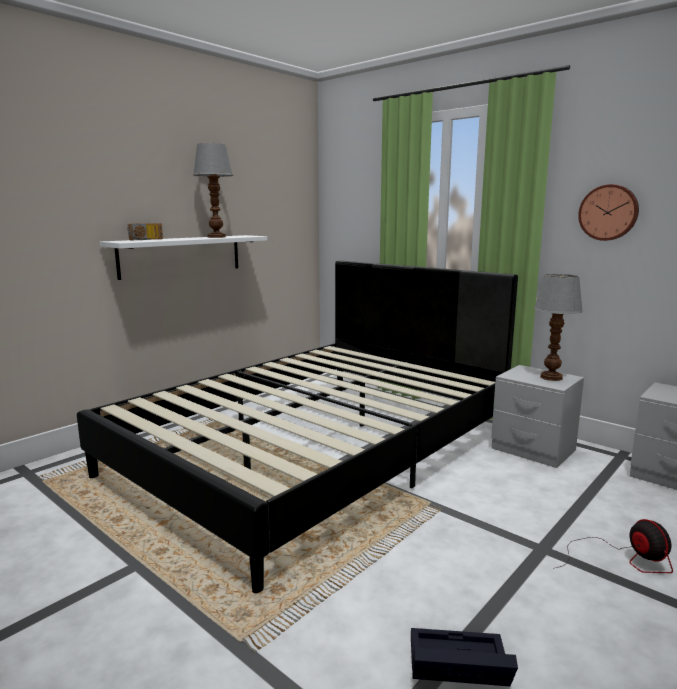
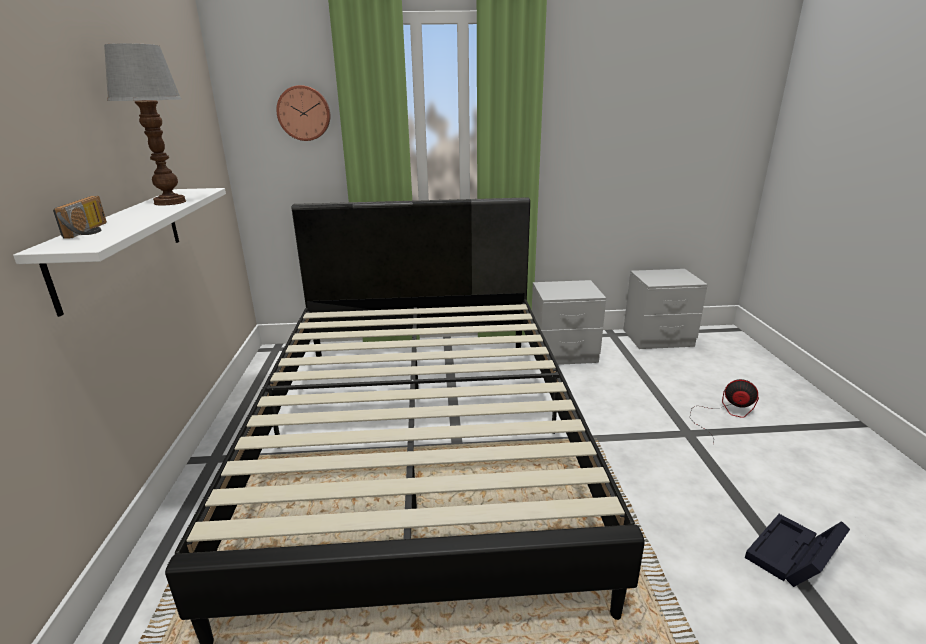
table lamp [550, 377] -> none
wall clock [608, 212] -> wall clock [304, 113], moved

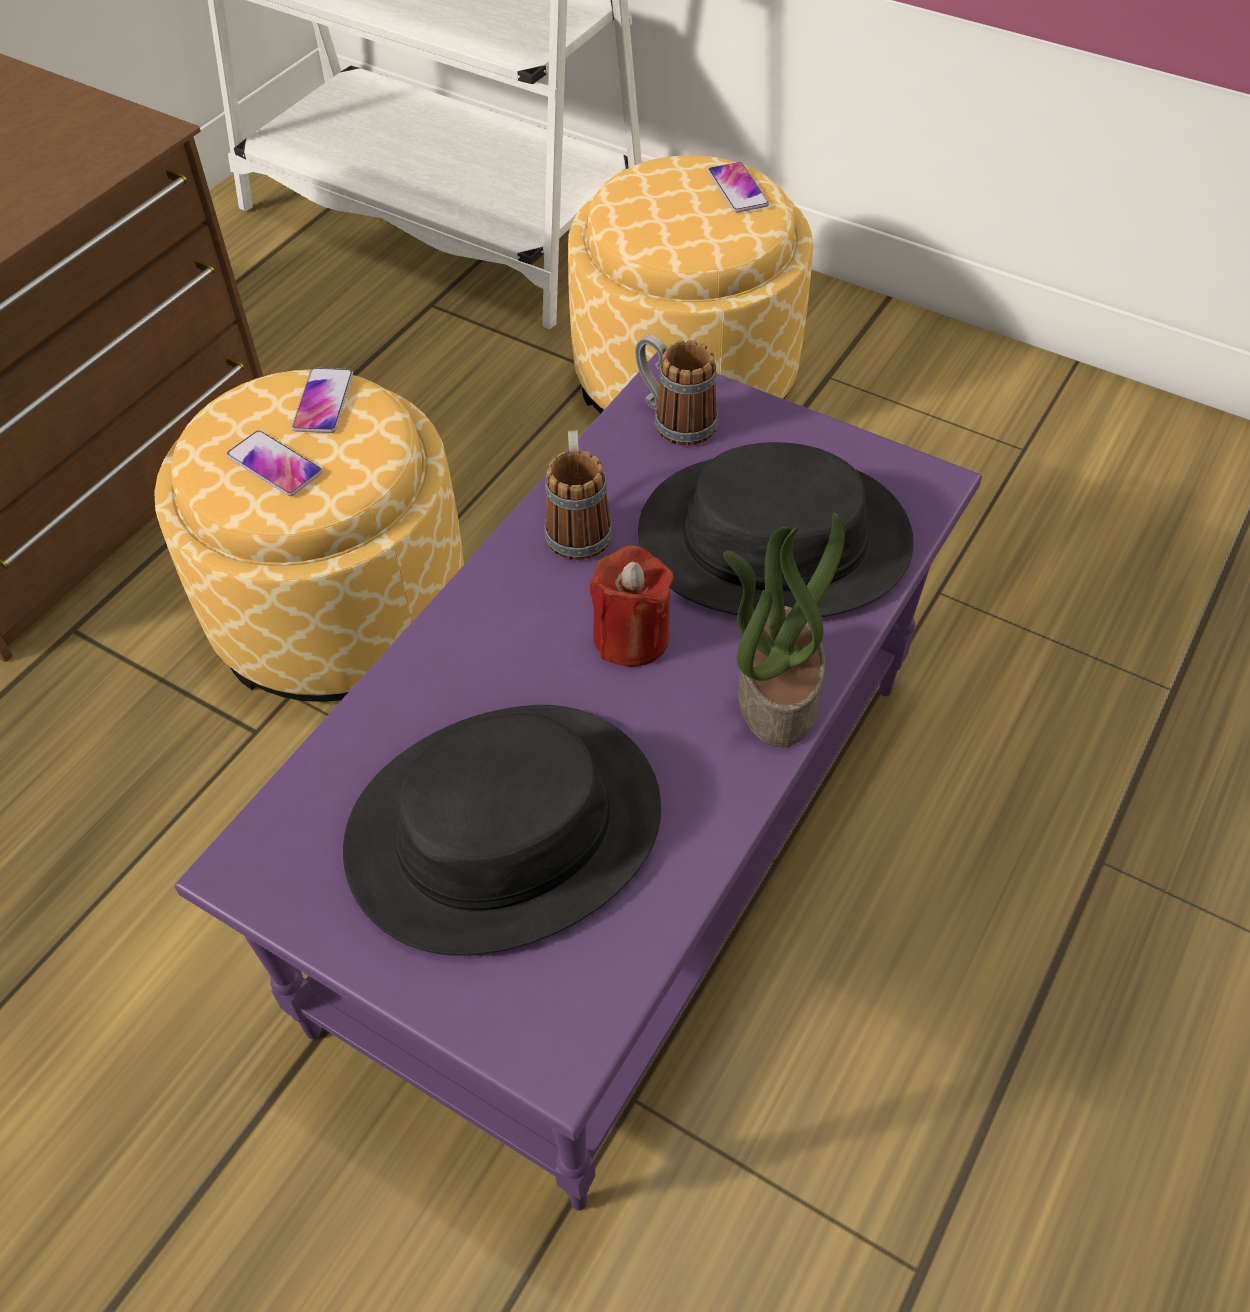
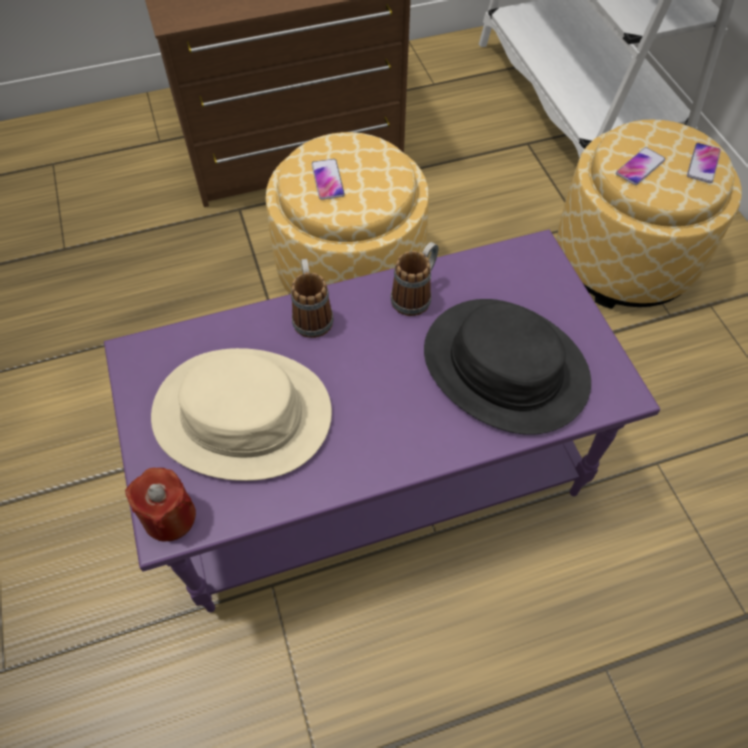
potted plant [775, 693] -> none
phone [323, 402] -> phone [640, 167], moved
red candle [631, 637] -> red candle [169, 517], moved
mug [674, 420] -> mug [311, 314], moved
black hat [504, 827] -> beige hat [242, 414]

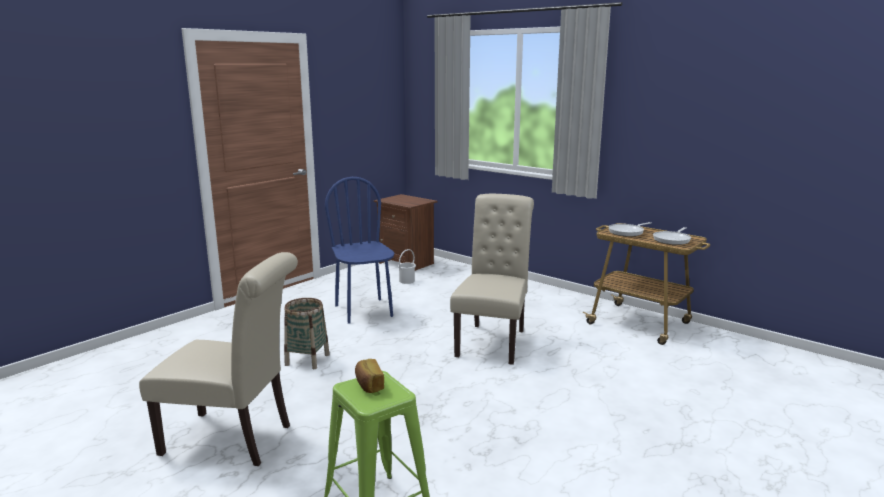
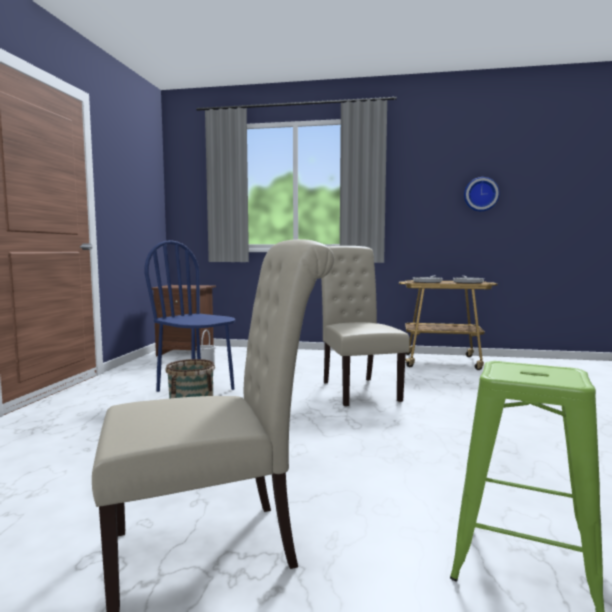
bread [368, 385] -> none
none -> wall clock [481, 194]

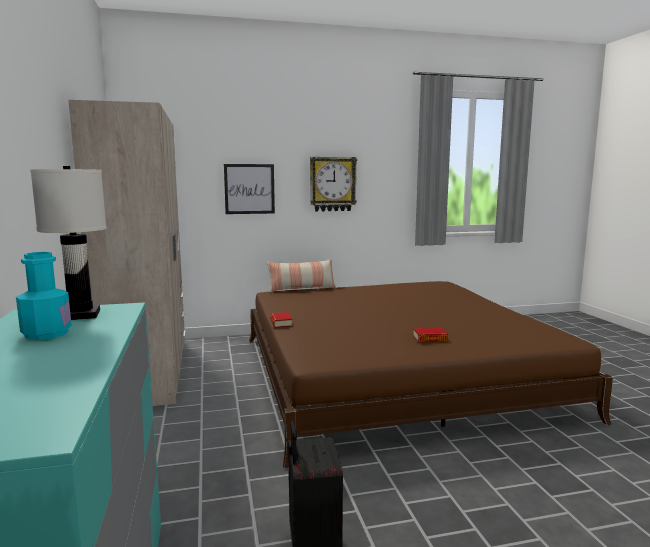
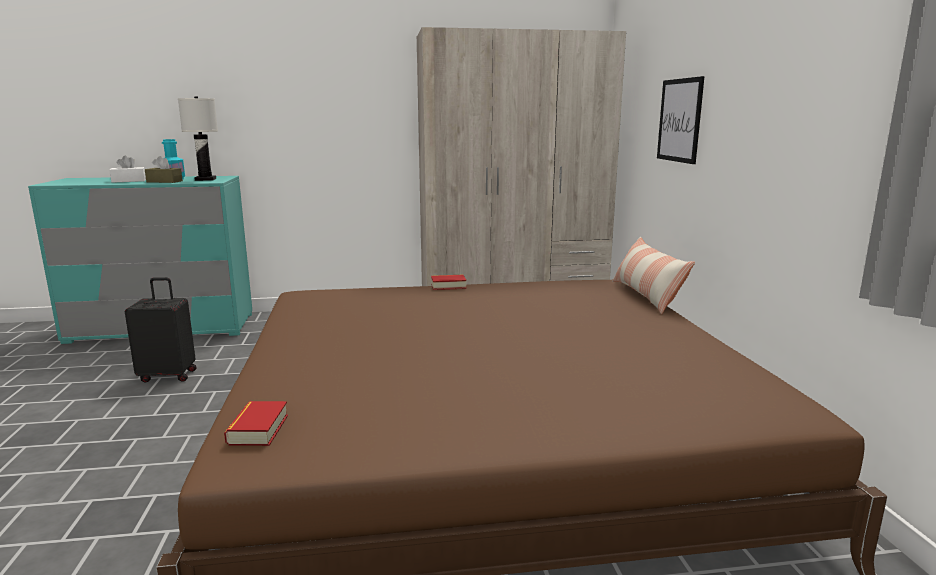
wall clock [332, 184] -> none
none -> white tissue box [129, 181]
none -> brown tissue box [164, 181]
book [430, 338] -> book [258, 429], moved

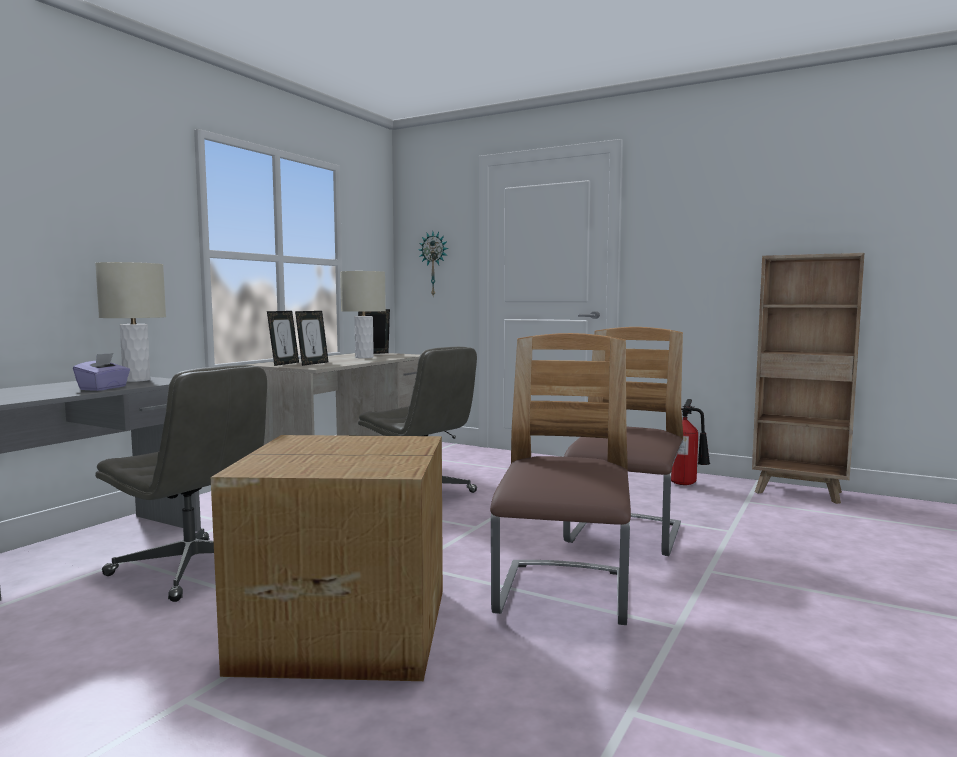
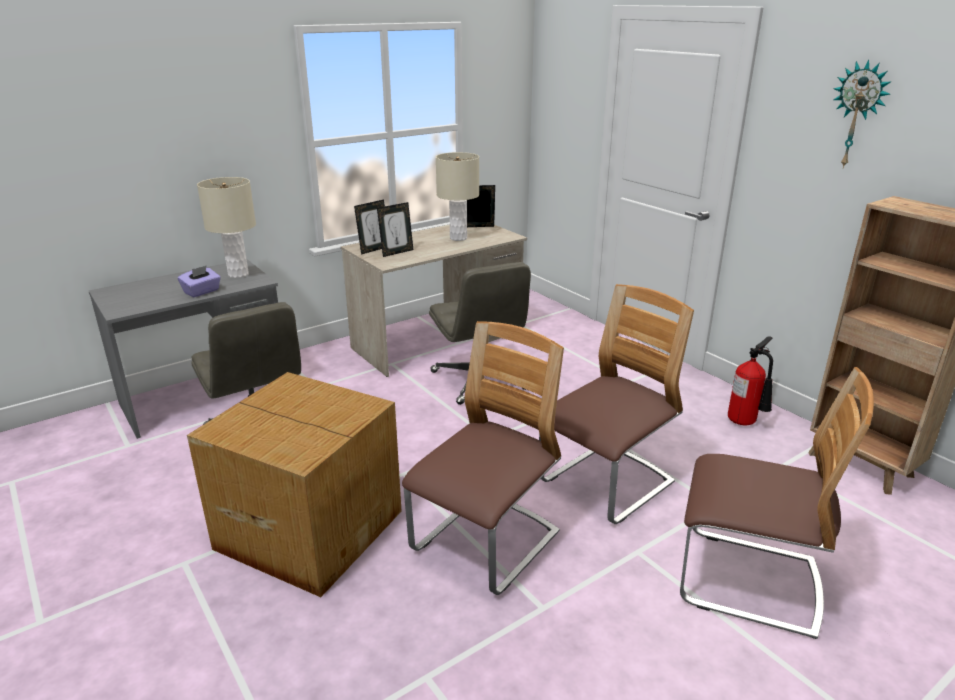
none -> chair [747, 581]
wall clock [434, 264] -> wall clock [857, 115], moved

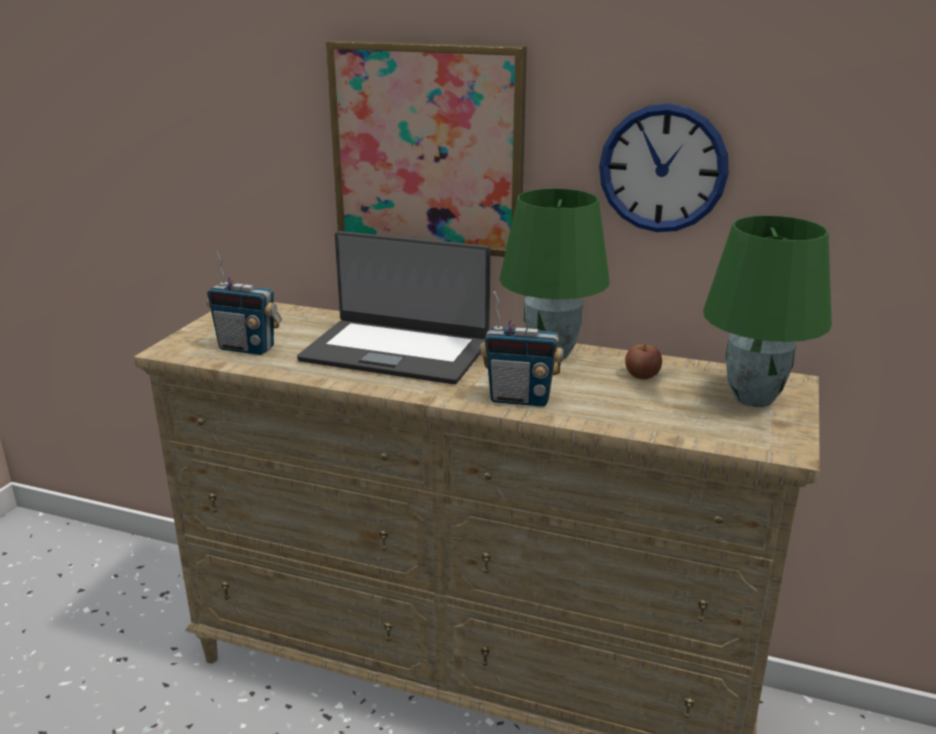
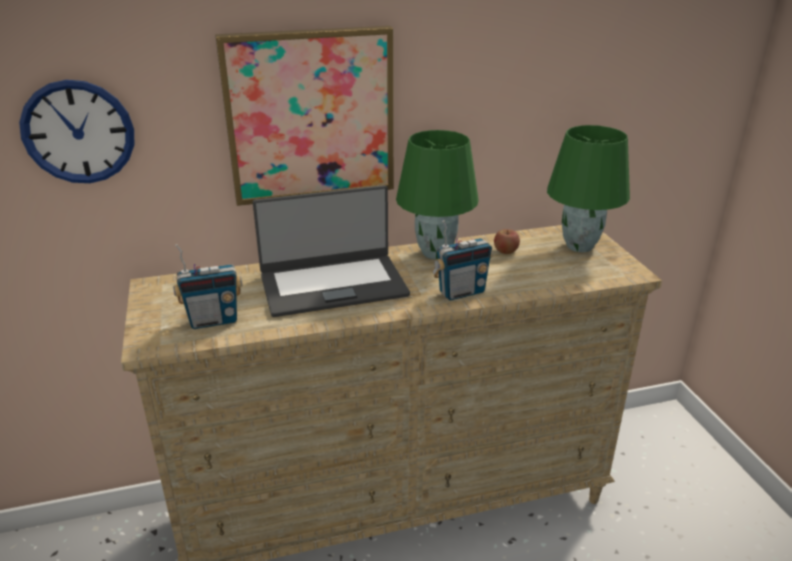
wall clock [663, 169] -> wall clock [78, 132], moved

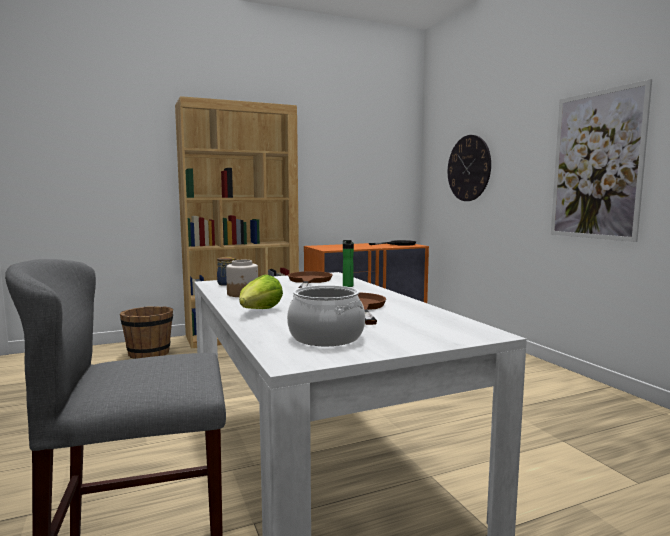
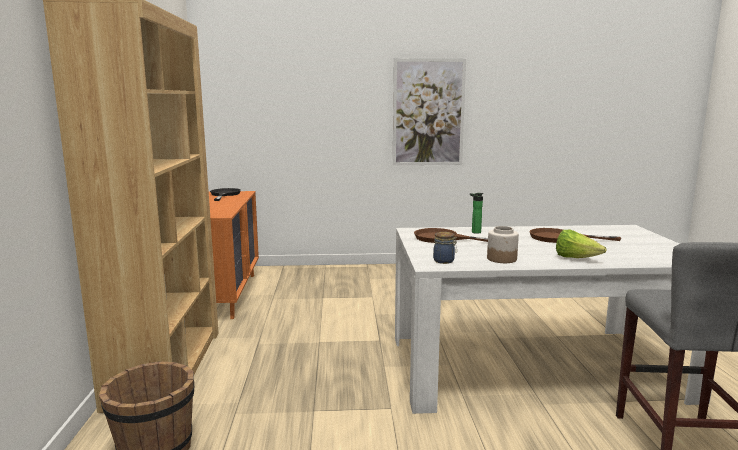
cooking pot [325, 337] -> none
wall clock [468, 168] -> none

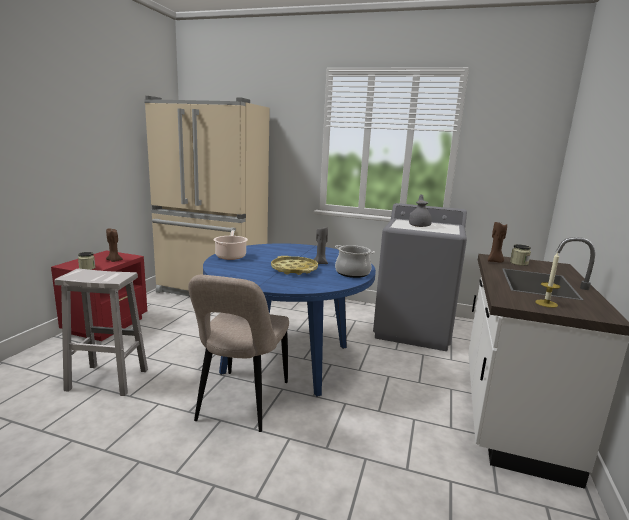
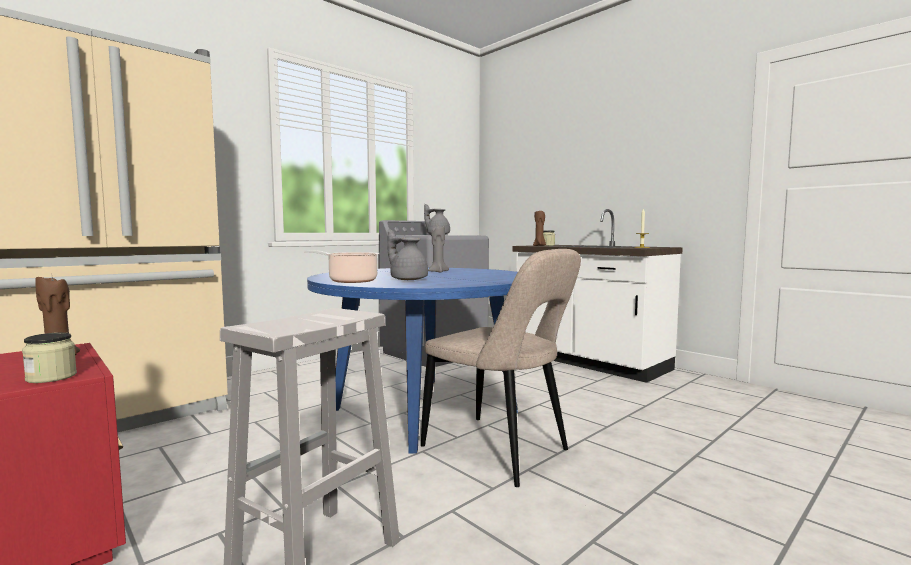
yellow tray [294, 269] -> none
cooking pot [352, 273] -> none
none -> grey teapot [408, 279]

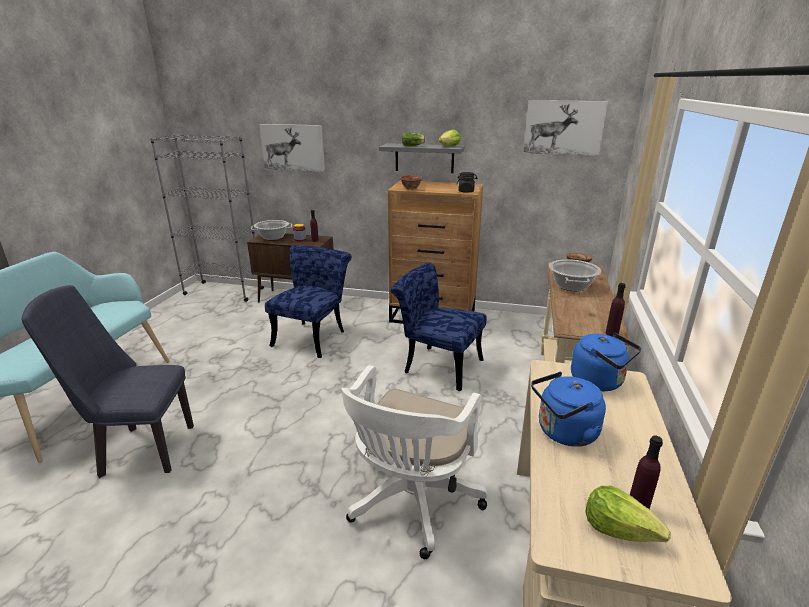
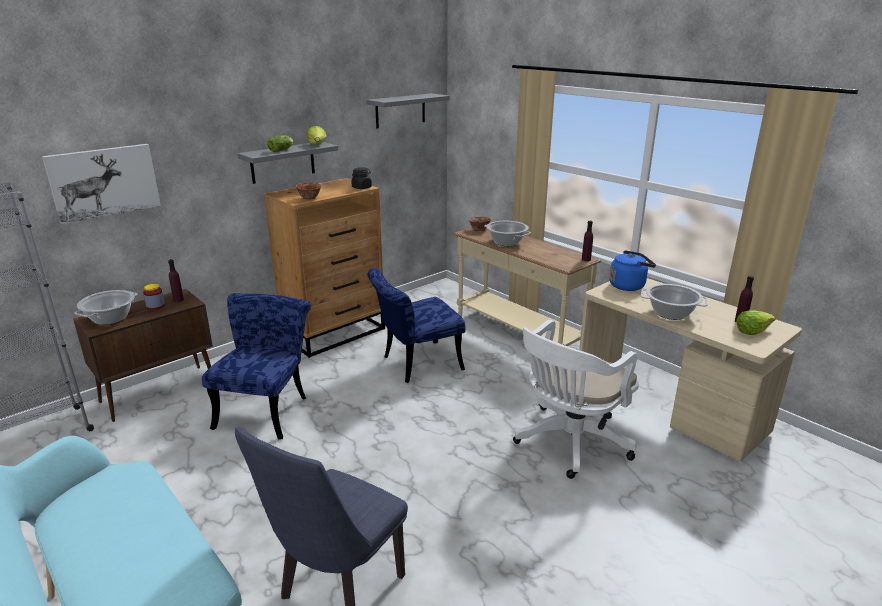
picture [563, 127] -> grey shelf [400, 110]
blue kettle [564, 433] -> cooking pot [670, 313]
blue chair [313, 336] -> blue chair [267, 409], 45 degrees clockwise
white office chair [411, 503] -> white office chair [569, 443], 75 degrees clockwise

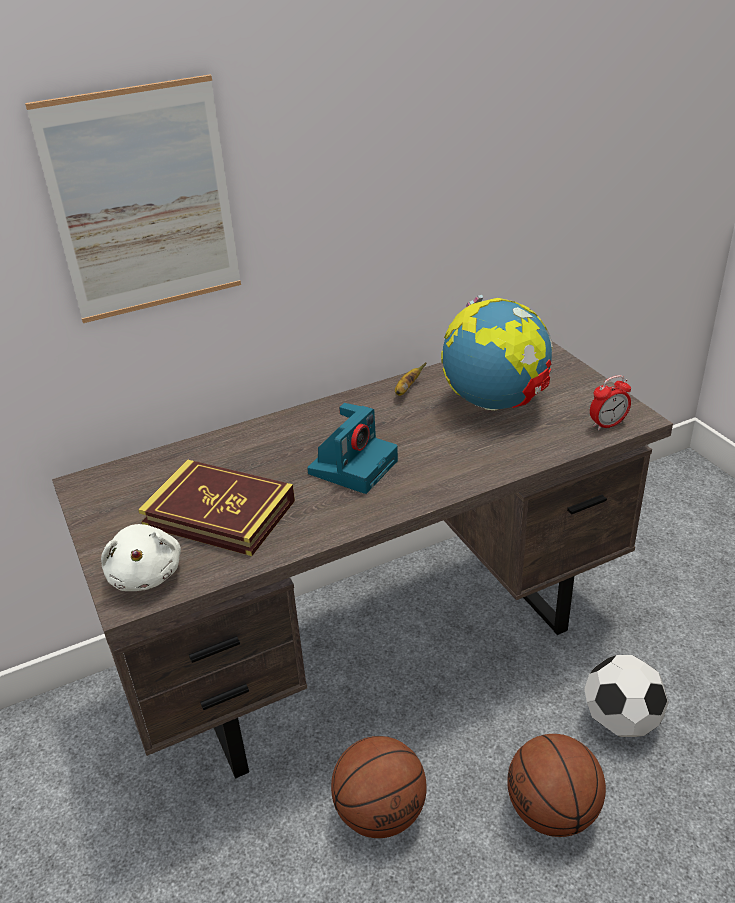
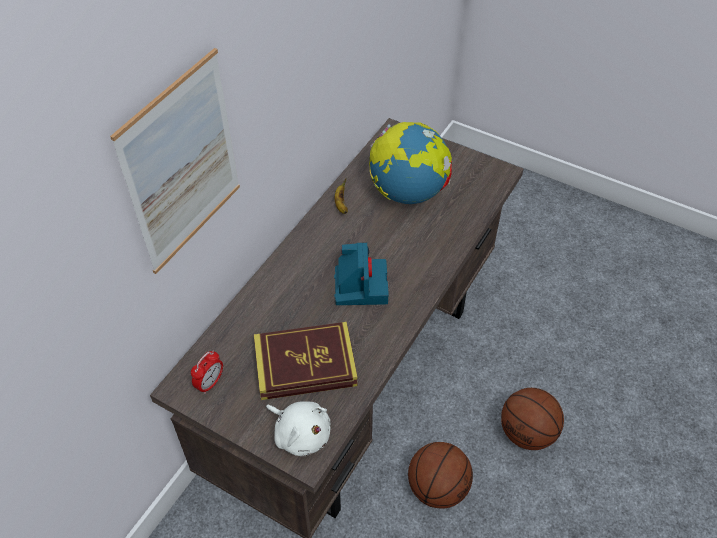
football [621, 721] -> none
alarm clock [607, 424] -> alarm clock [210, 383], moved

